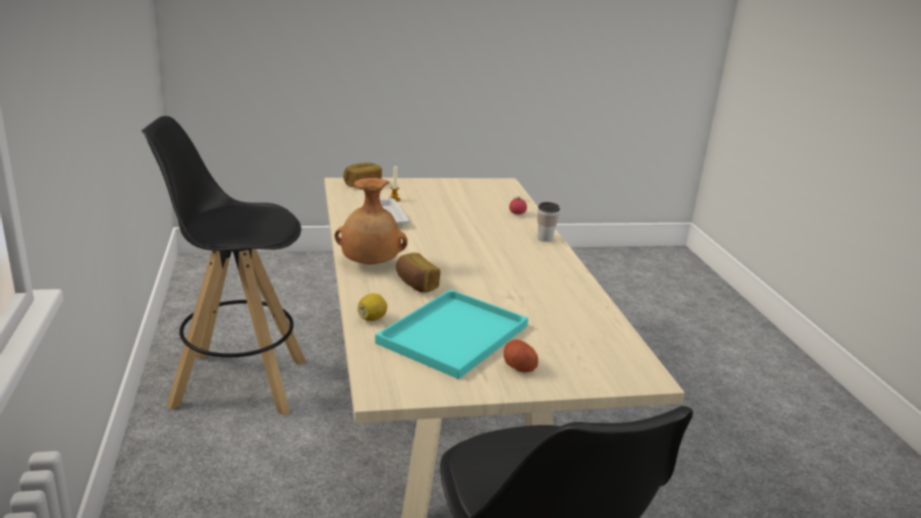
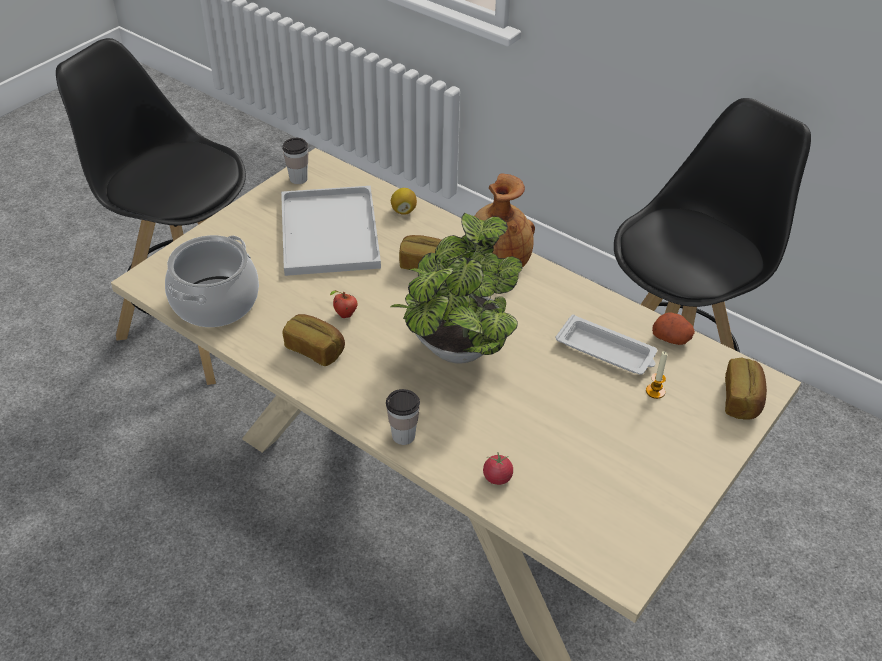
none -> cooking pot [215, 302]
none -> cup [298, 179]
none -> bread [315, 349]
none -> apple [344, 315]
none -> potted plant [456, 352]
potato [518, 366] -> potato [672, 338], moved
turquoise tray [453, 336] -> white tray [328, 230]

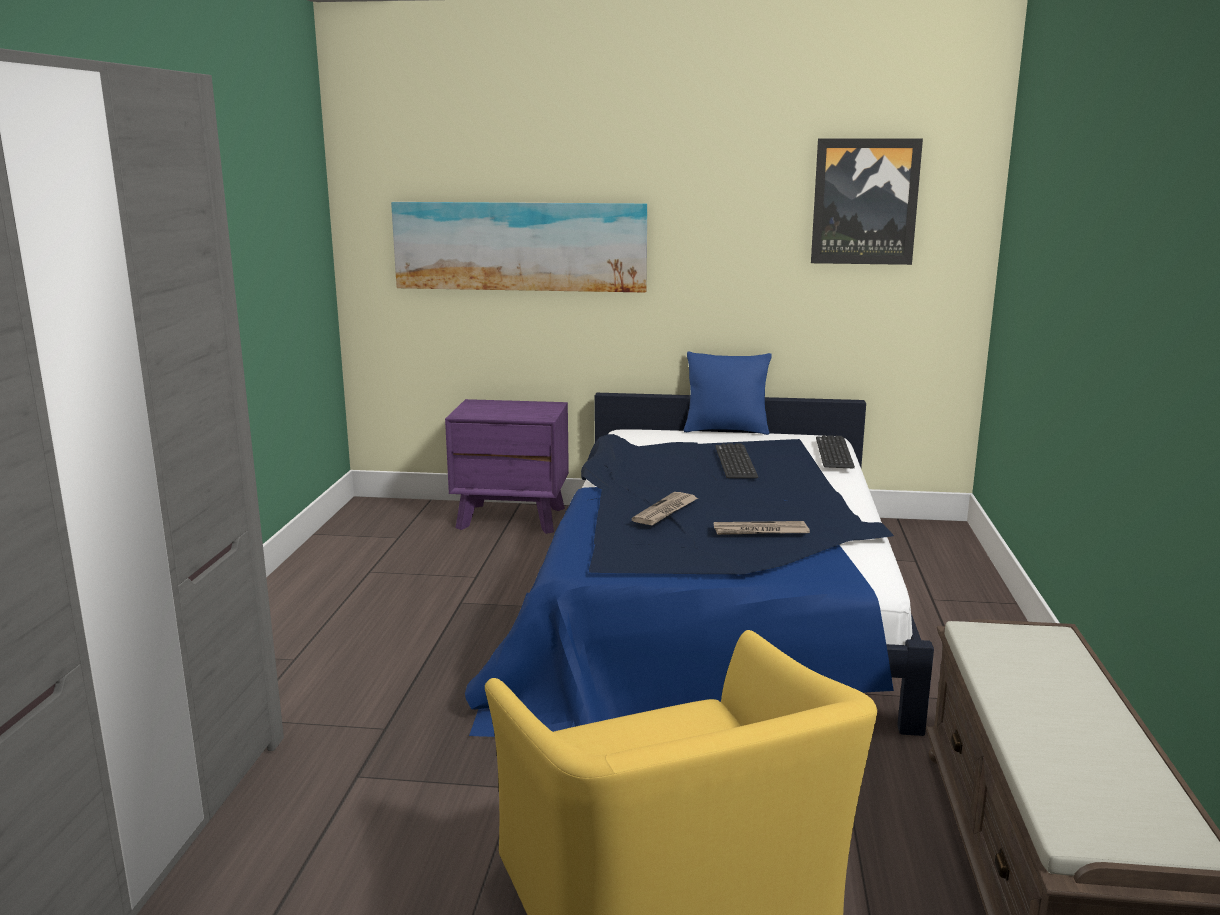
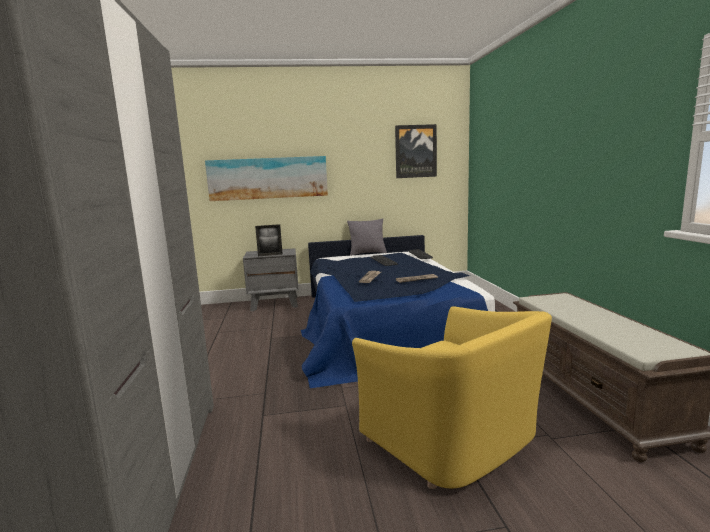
none -> picture frame [270, 255]
purple nightstand [512, 518] -> grey nightstand [275, 304]
blue pillow [726, 430] -> grey pillow [367, 253]

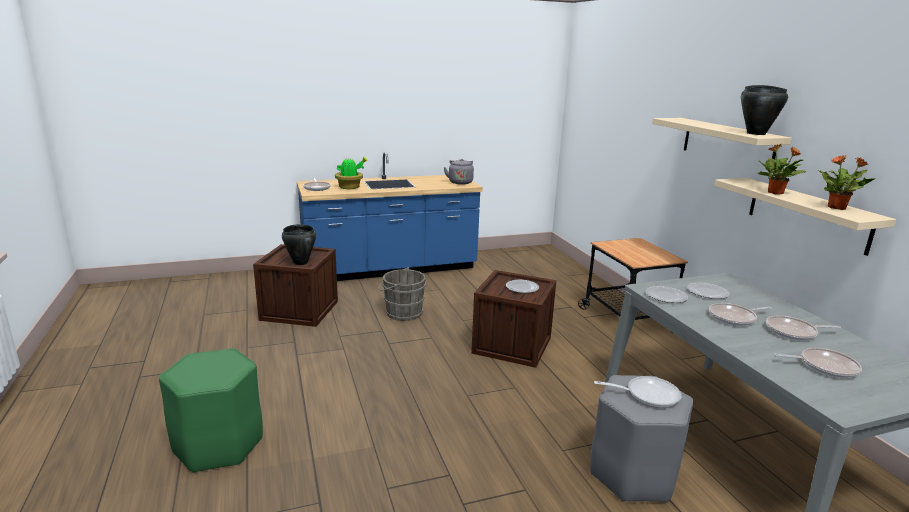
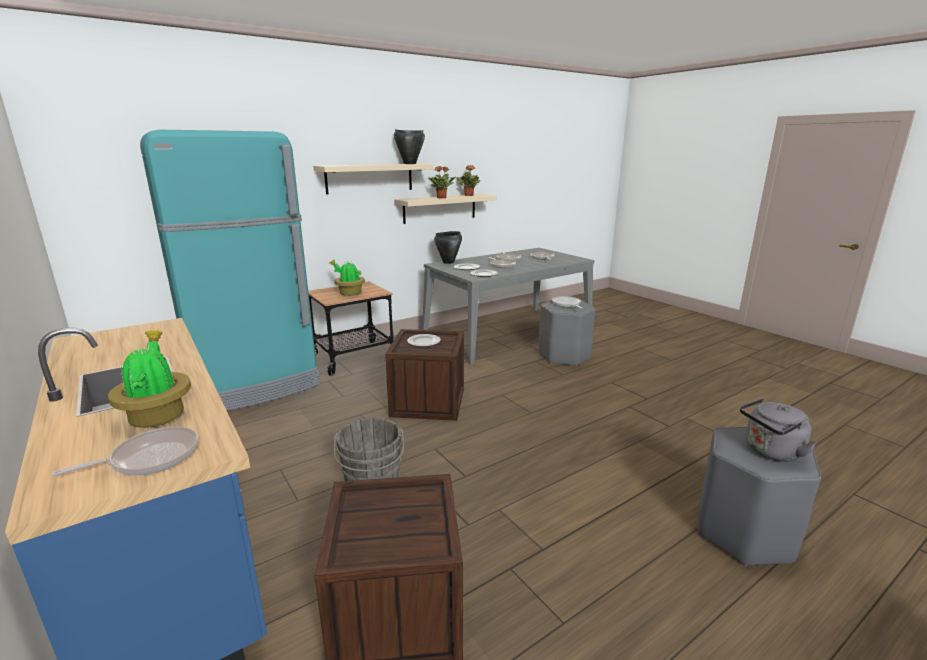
none -> turquoise fridge [256, 385]
none -> potted plant [349, 293]
black cooking pot [300, 263] -> black cooking pot [448, 262], moved
grey kettle [460, 182] -> grey kettle [770, 452], moved
green stool [218, 445] -> grey stool [744, 533]

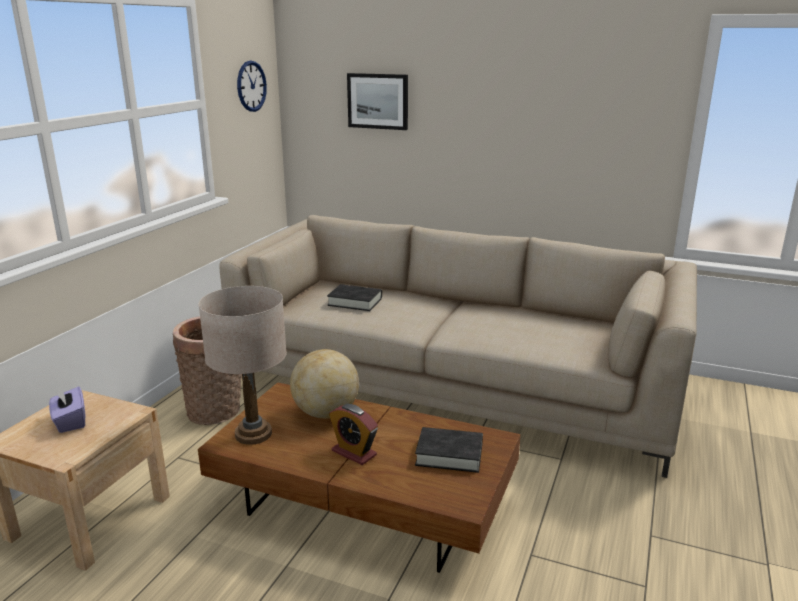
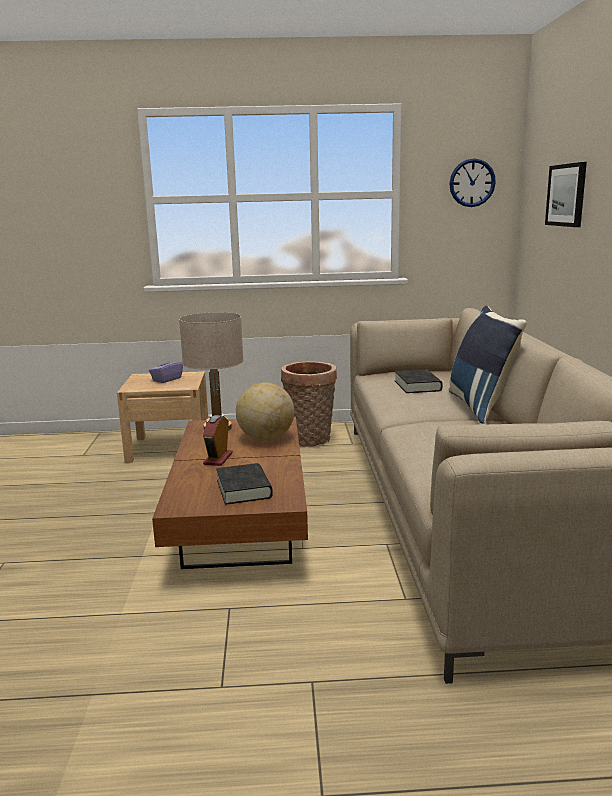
none -> blue pillow [481, 406]

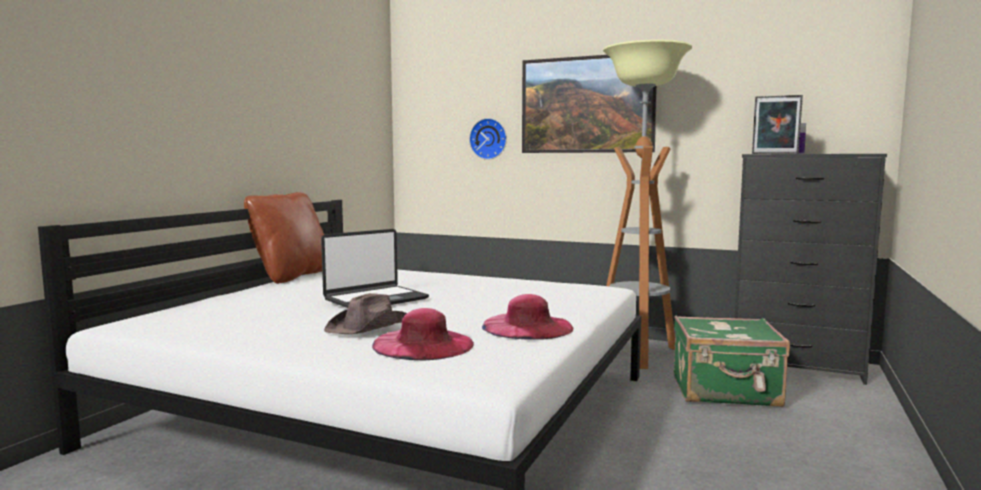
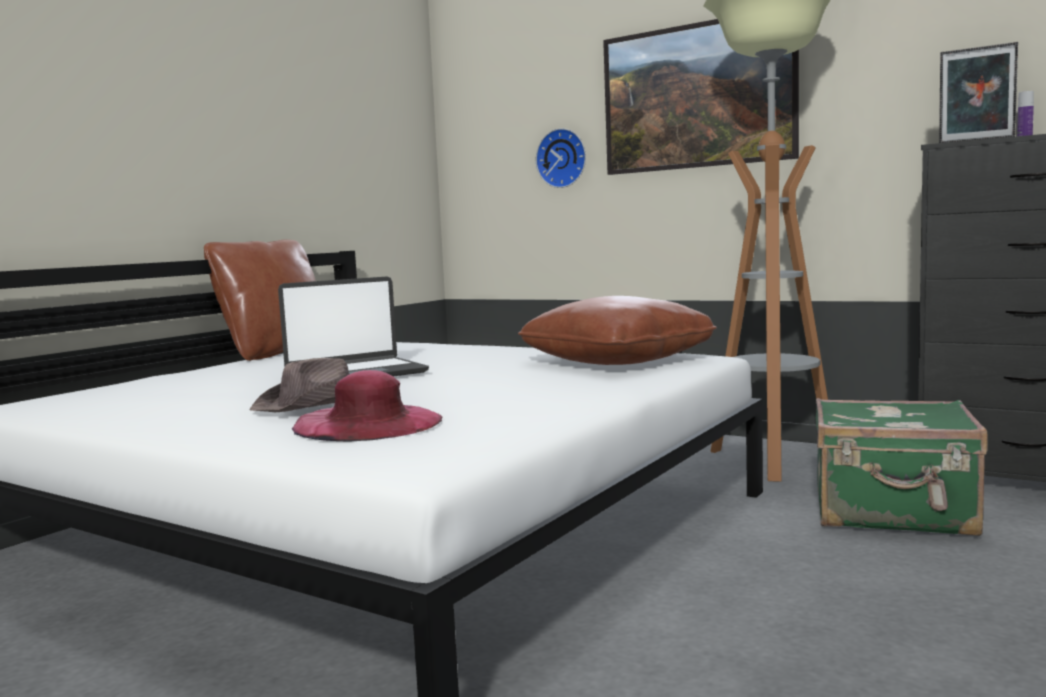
pink hat [527, 326] -> none
none -> brown pillow [617, 361]

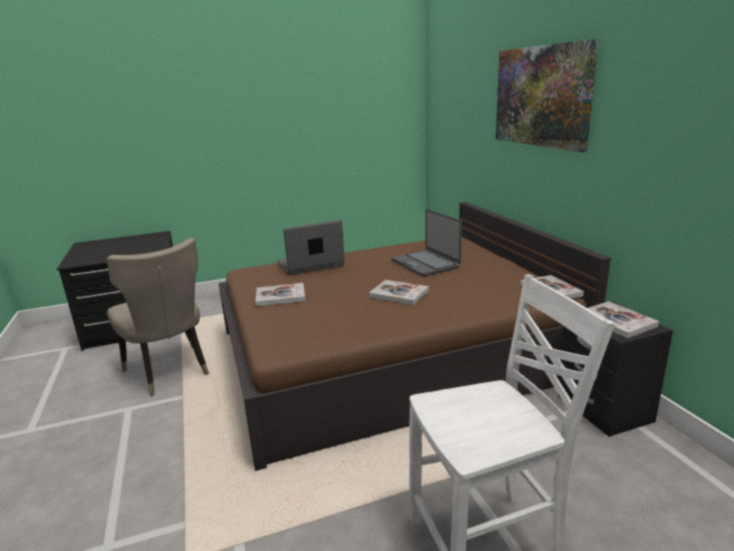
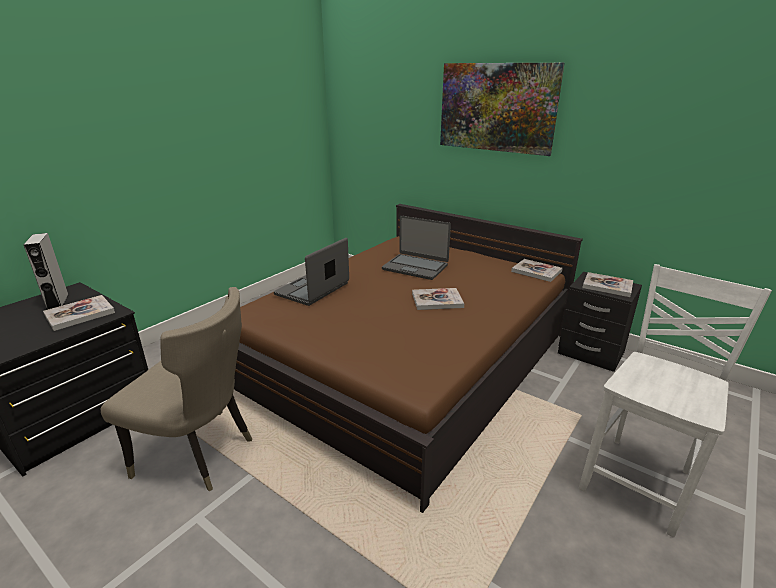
none -> grey speaker [58, 302]
book [280, 296] -> book [80, 314], moved

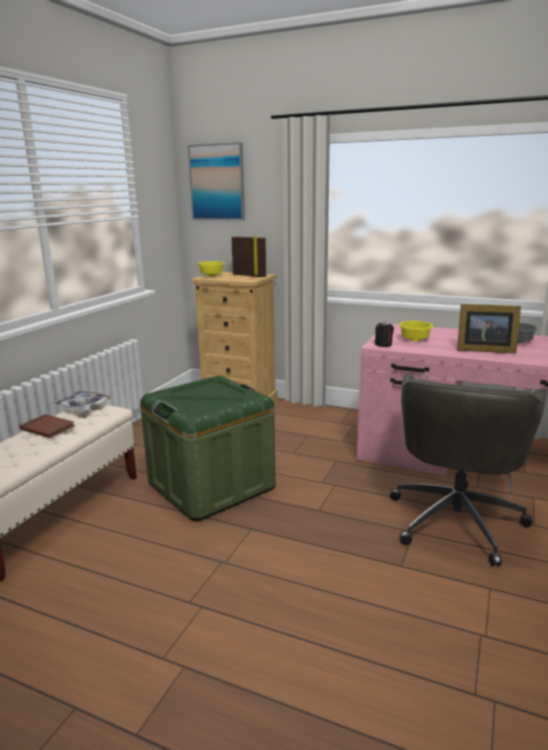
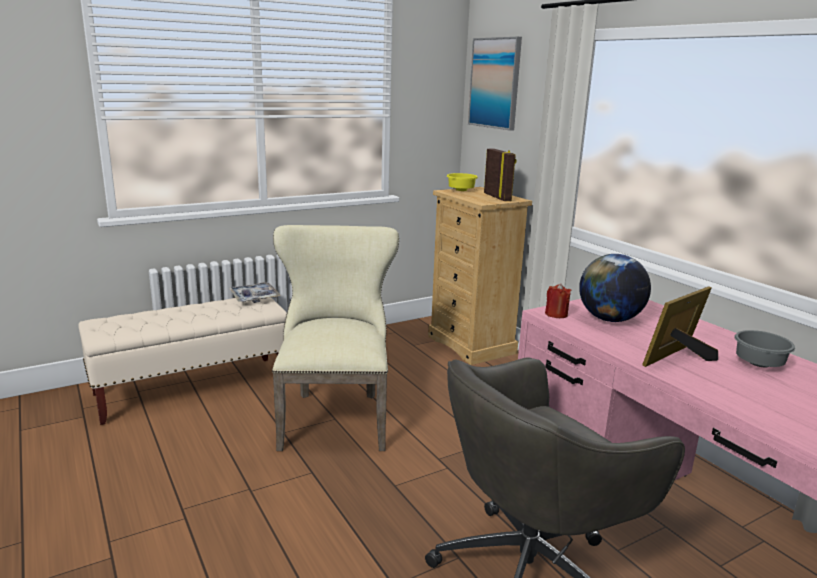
brown book [47, 428] -> none
green storage box [211, 485] -> beige chair [335, 416]
yellow bowl [414, 340] -> globe [609, 319]
black candle [383, 345] -> red candle [556, 314]
picture frame [483, 349] -> picture frame [677, 358], 90 degrees clockwise

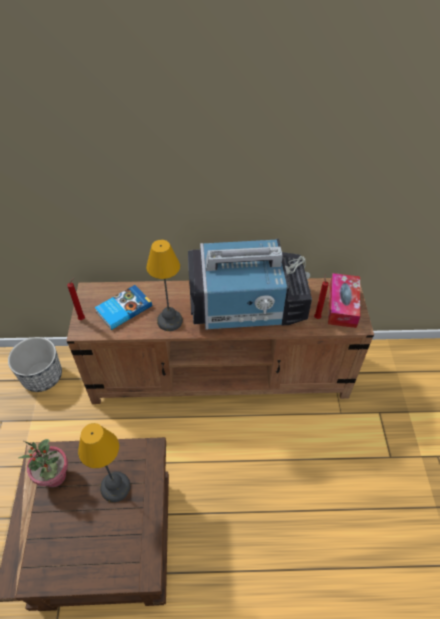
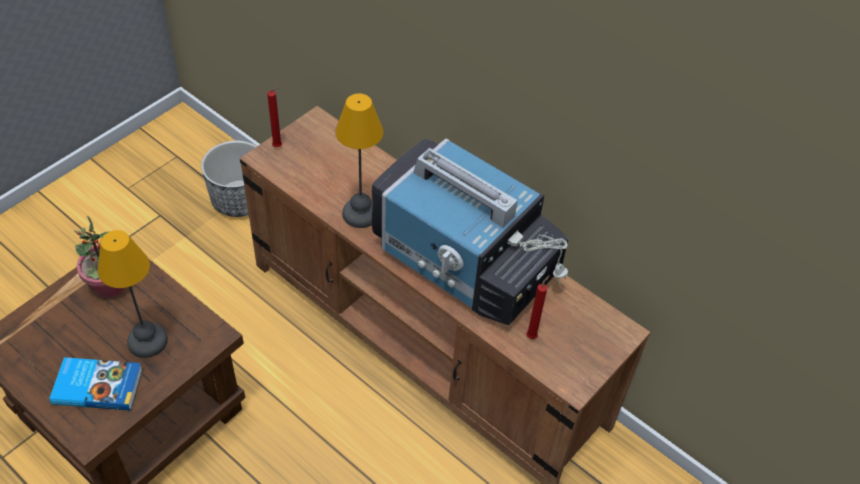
tissue box [342, 305] -> none
book [123, 308] -> book [98, 385], moved

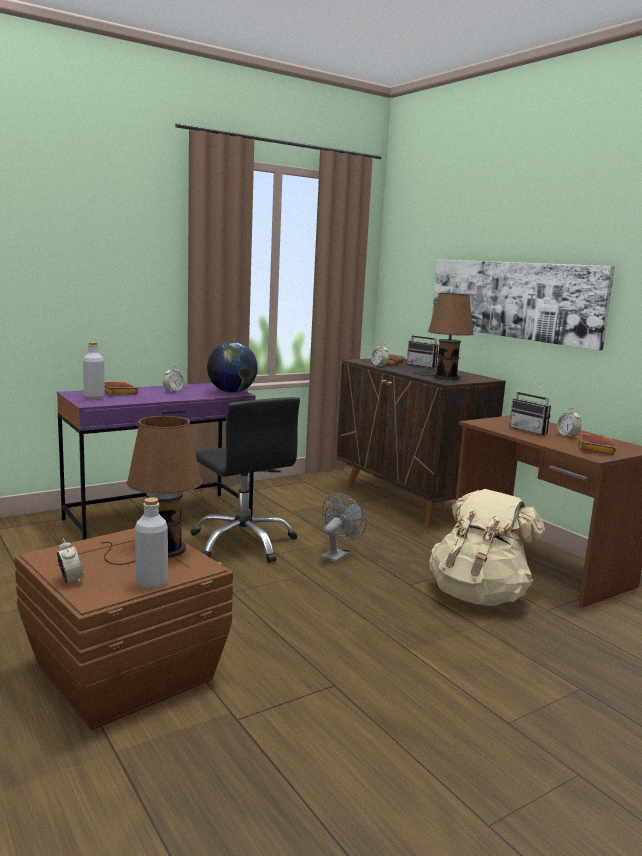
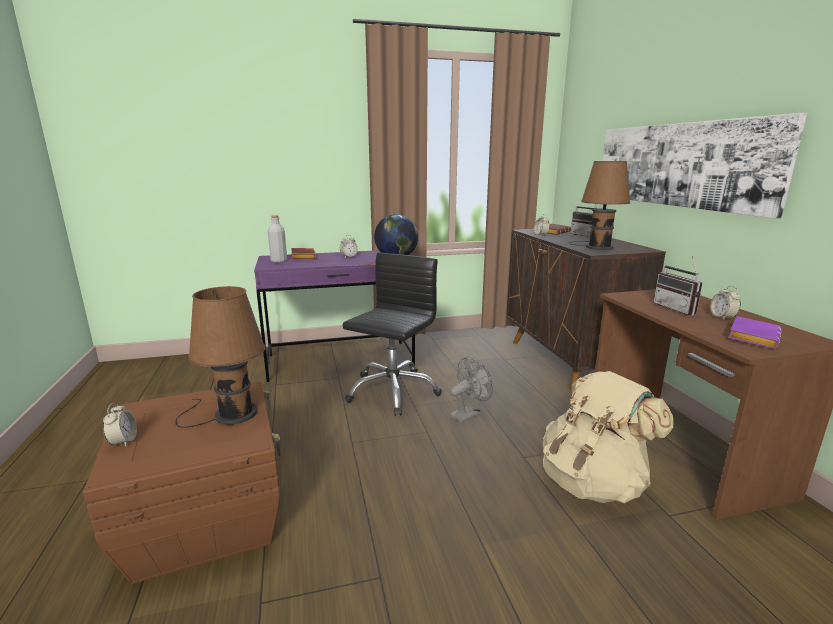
grey bottle [151, 583] -> none
brown book [594, 448] -> purple book [751, 337]
black office chair [243, 542] -> black office chair [392, 391], 135 degrees counterclockwise

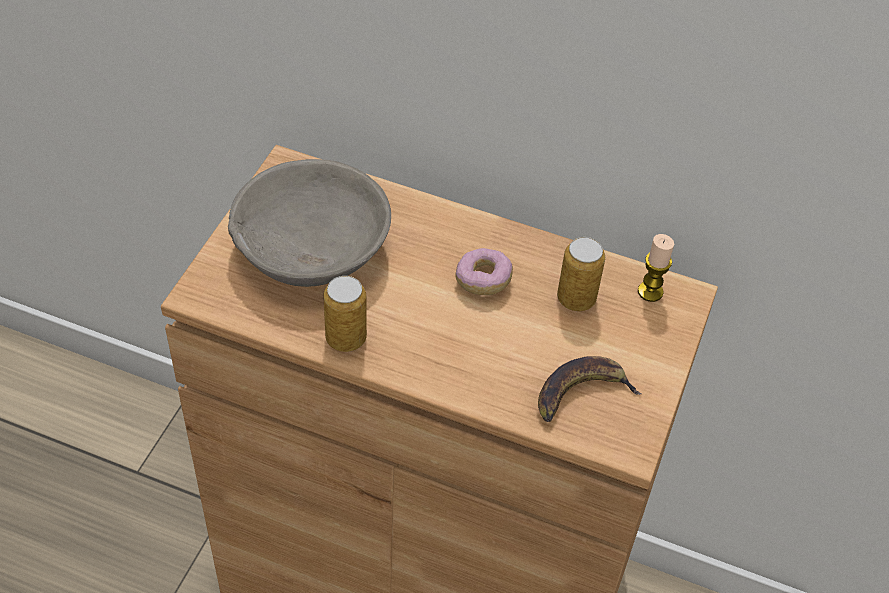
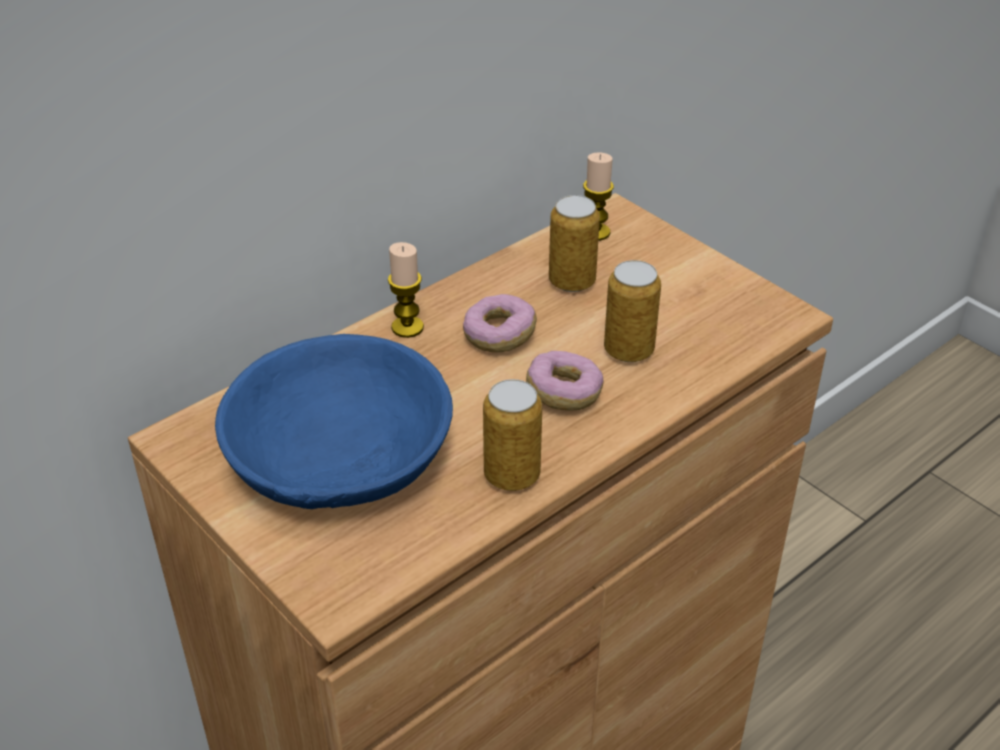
banana [580, 394] -> none
none -> candle [407, 327]
none -> donut [564, 394]
none -> can [628, 350]
grey bowl [312, 247] -> blue bowl [340, 458]

